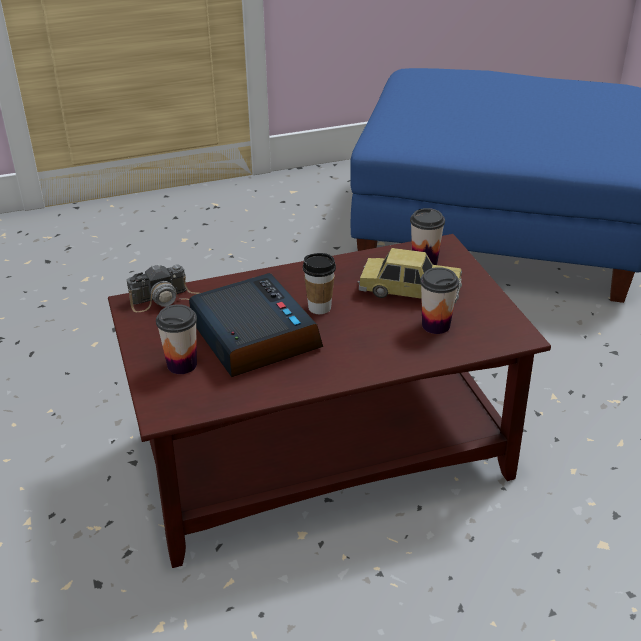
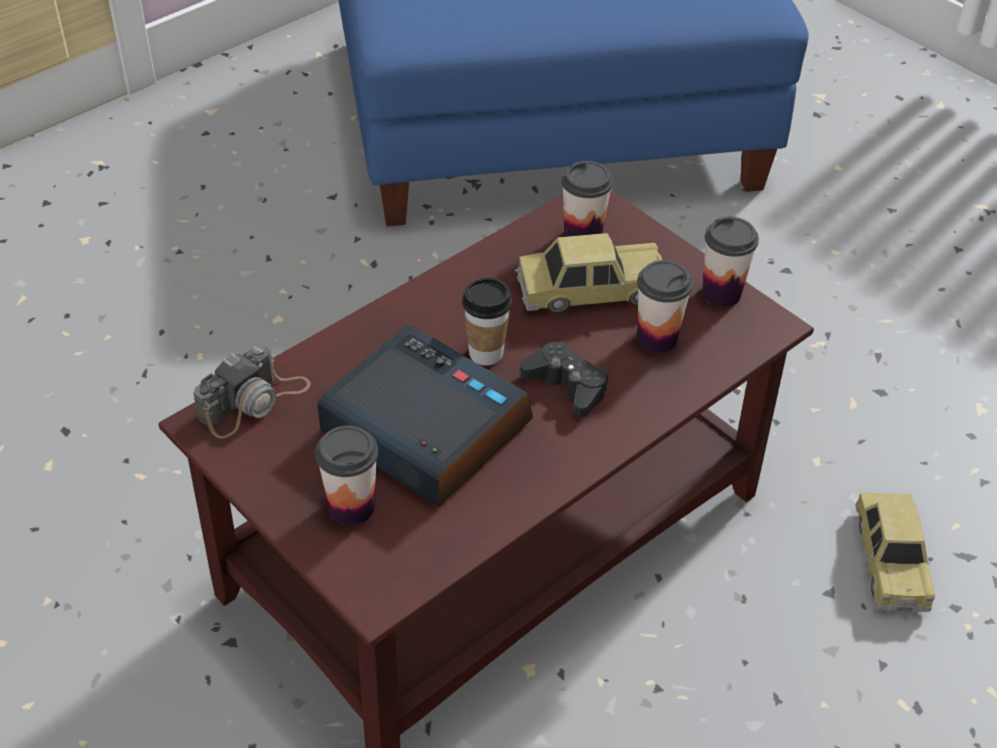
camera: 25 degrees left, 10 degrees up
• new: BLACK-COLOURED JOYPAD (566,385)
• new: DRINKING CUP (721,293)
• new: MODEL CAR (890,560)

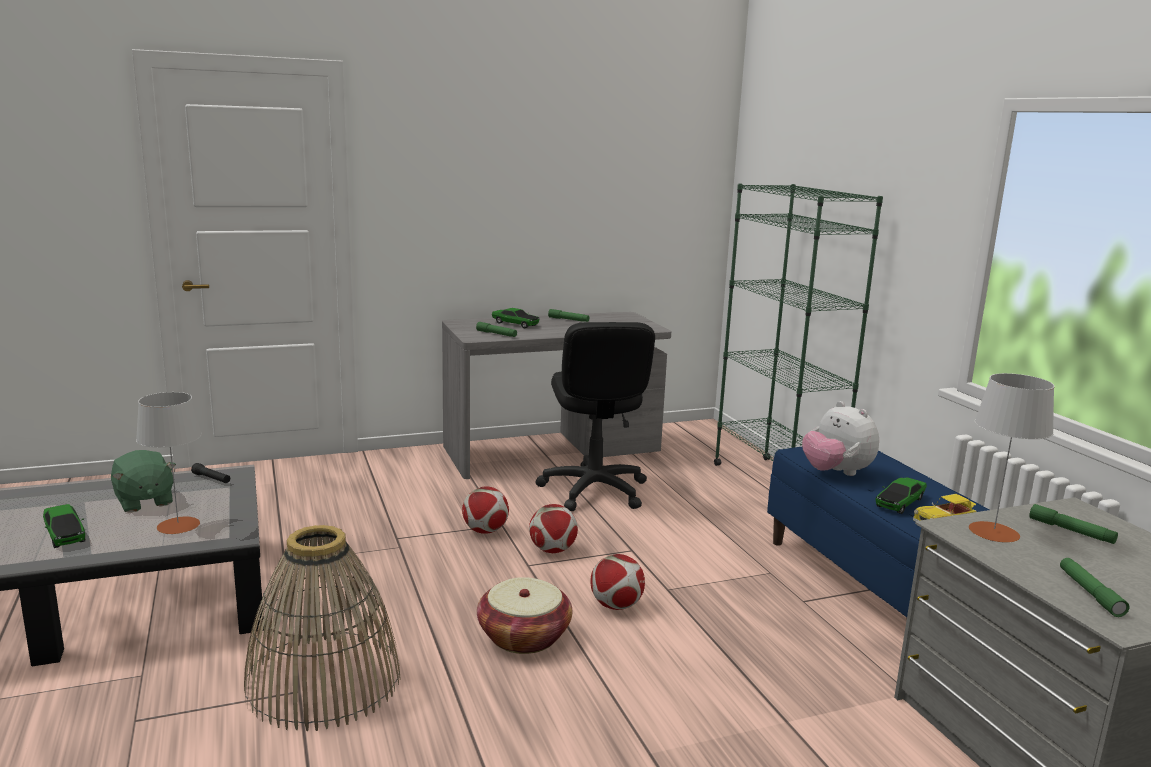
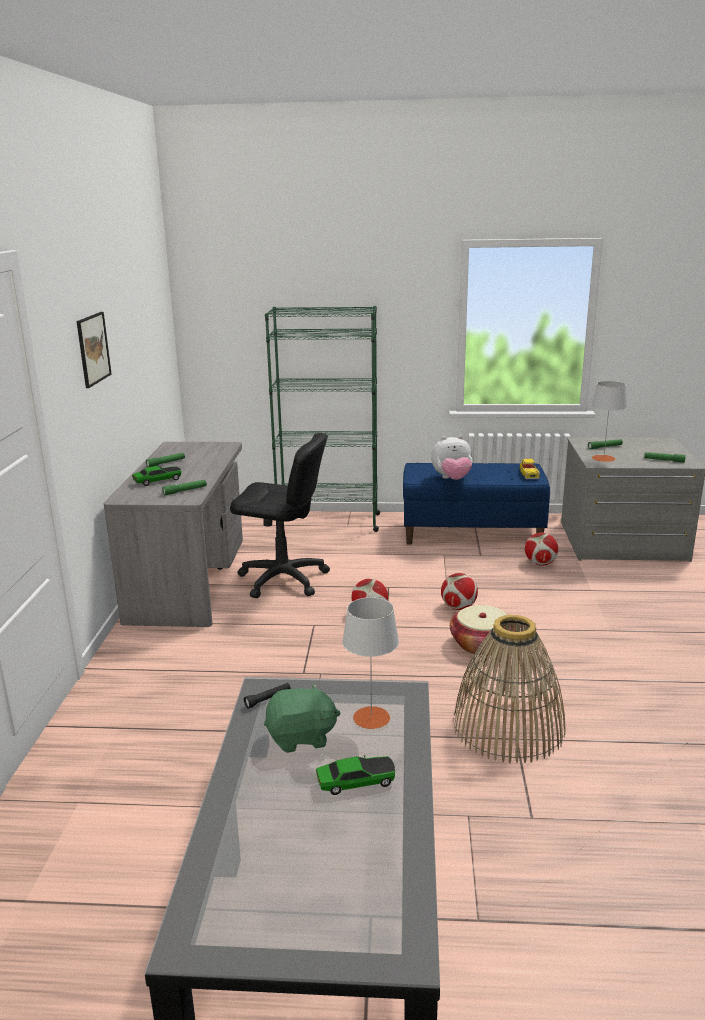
camera: 65 degrees left, 5 degrees up
• gone: MODEL CAR (900,502)
• new: WALL ART (93,349)
• shifted: FOOTBALL BALL (485,531) to (540,563)

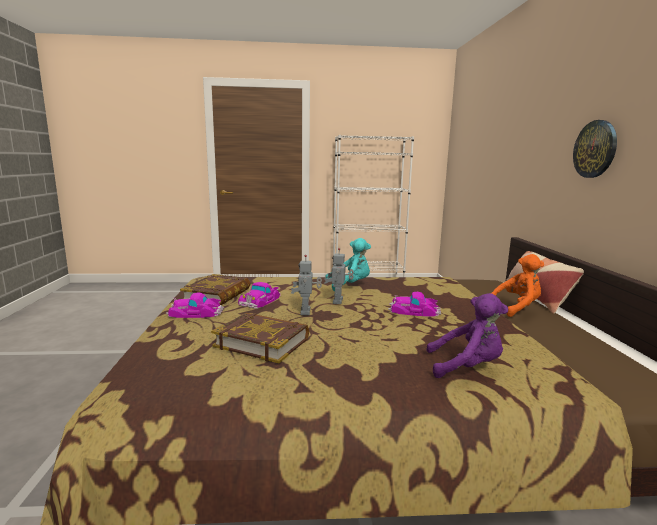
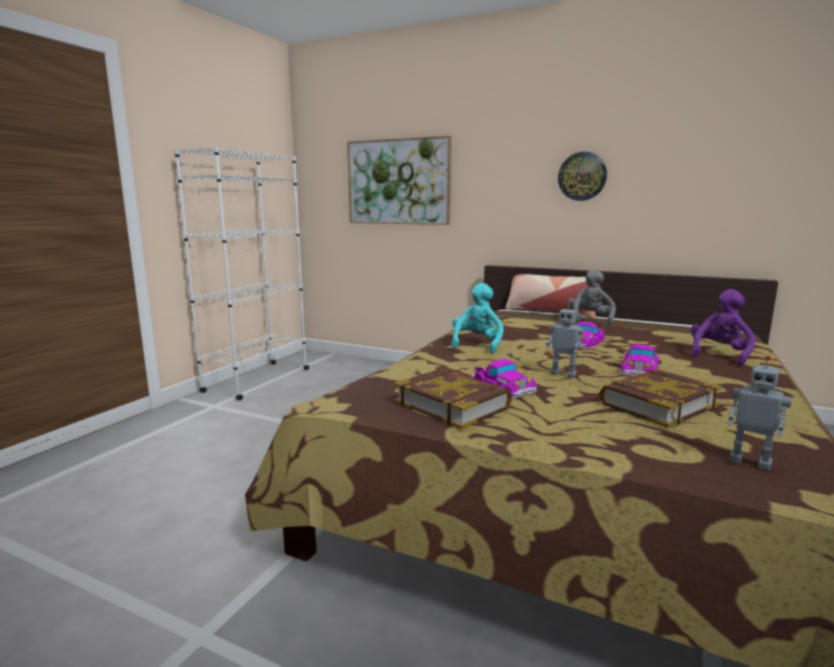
camera: 60 degrees left, 0 degrees up
• new: WALL ART (398,182)
• shifted: MODEL CAR (195,312) to (640,369)
• shifted: MODEL ROBOT (339,301) to (750,461)
• repainted: ORANGE-COLOURED CUDDLY TOY (516,308) to GREYISH CUDDLY TOY (589,320)

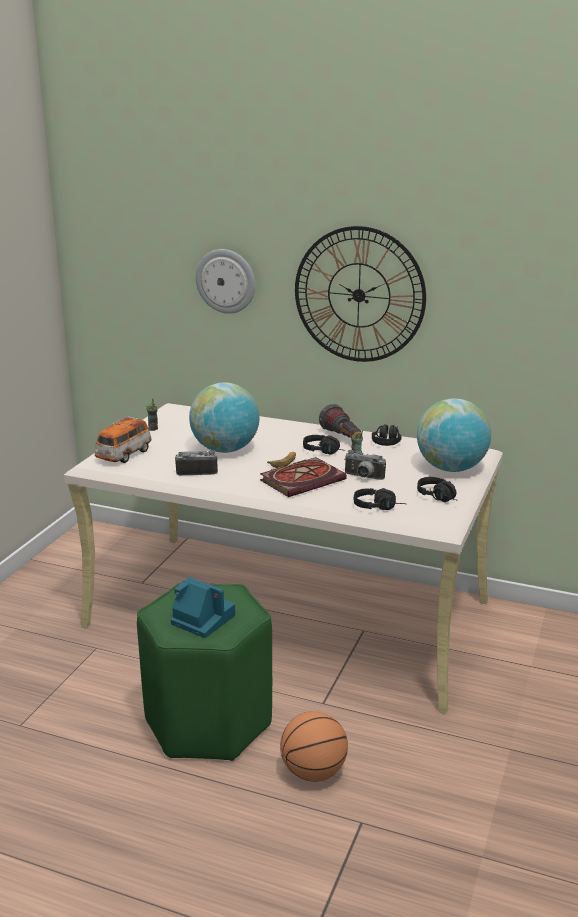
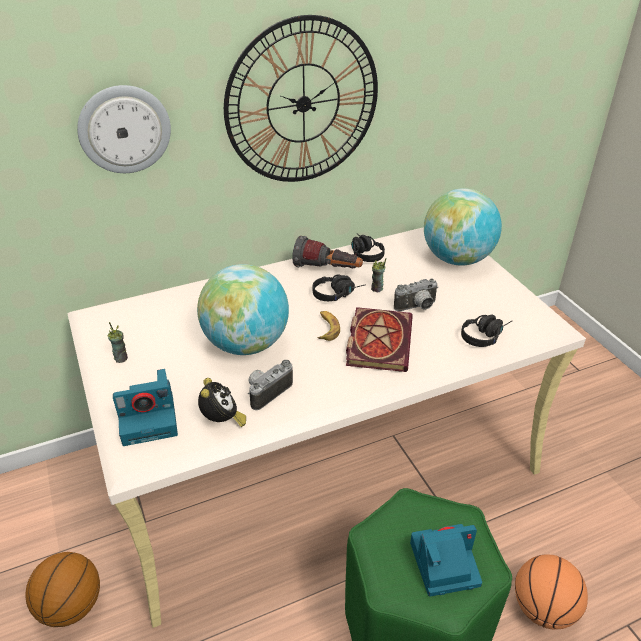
camera: 45 degrees left, 15 degrees up
• gone: BLACK-COLOURED HEADSET (440,497)
• new: BALL FOR BASKETBALL (71,606)
• new: ALARM CLOCK (222,421)
• swapped: MODEL CAR (124,455) to PHOTO CAMERA (150,418)

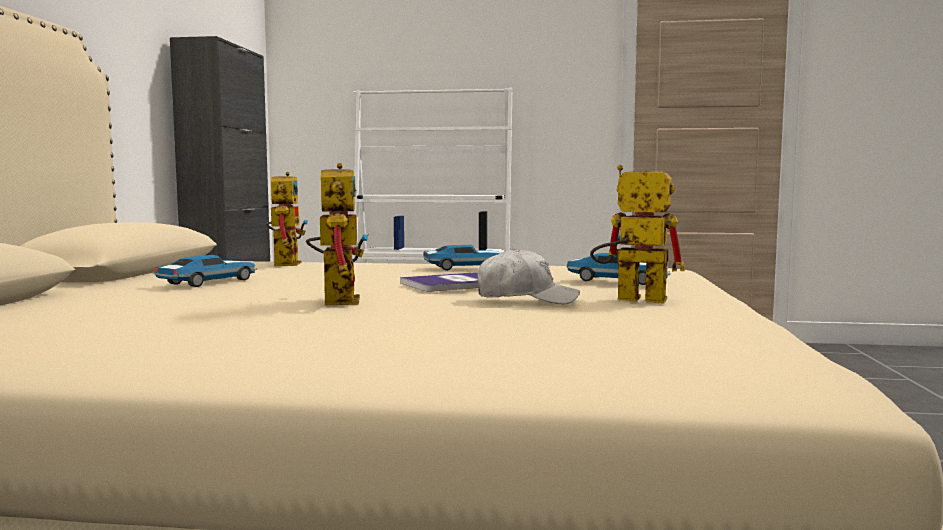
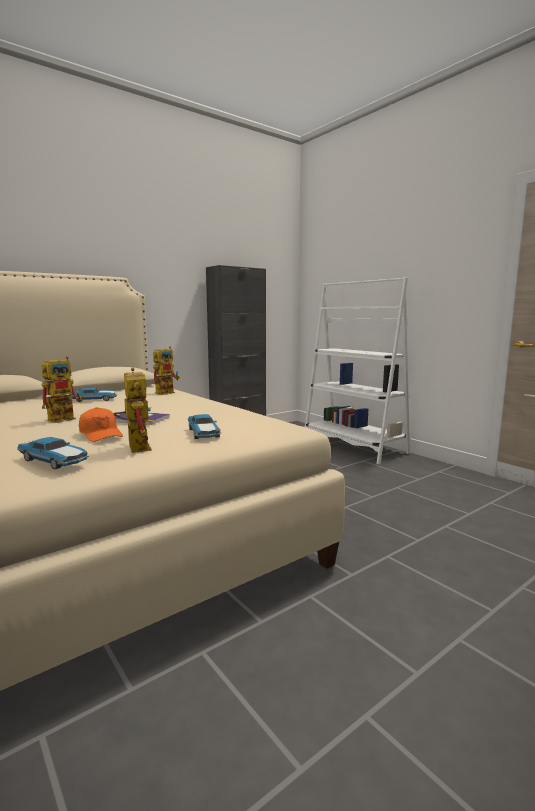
camera: 45 degrees right, 5 degrees up
• shifted: MODEL CAR (467,268) to (54,461)
• repainted: WHITE BASEBALL CAP (525,298) to ORANGE-COLOURED BASEBALL CAP (101,434)

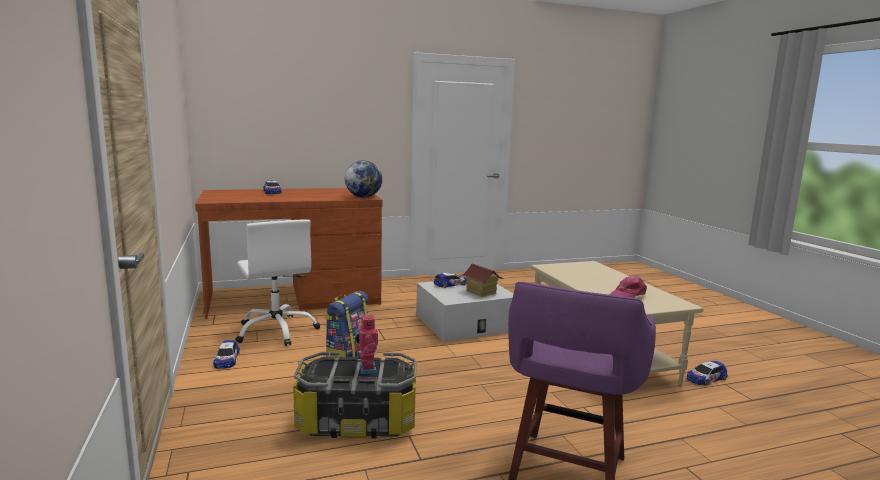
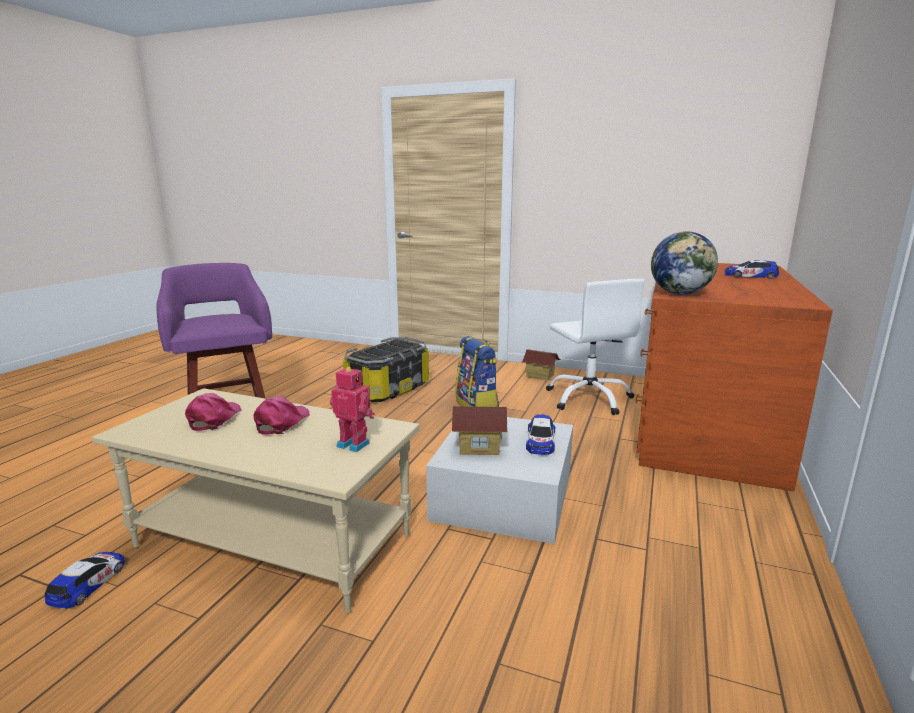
camera: 130 degrees right, 5 degrees up
• new: PINK BASEBALL CAP (282,422)
• shifted: MODEL ROBOT (366,369) to (354,444)
• swapped: MODEL CAR (227,359) to MODEL HOUSE (540,376)
• rotated: WHITE DESK CHAIR (277,330) = (589,398) 120 degrees counterclockwise

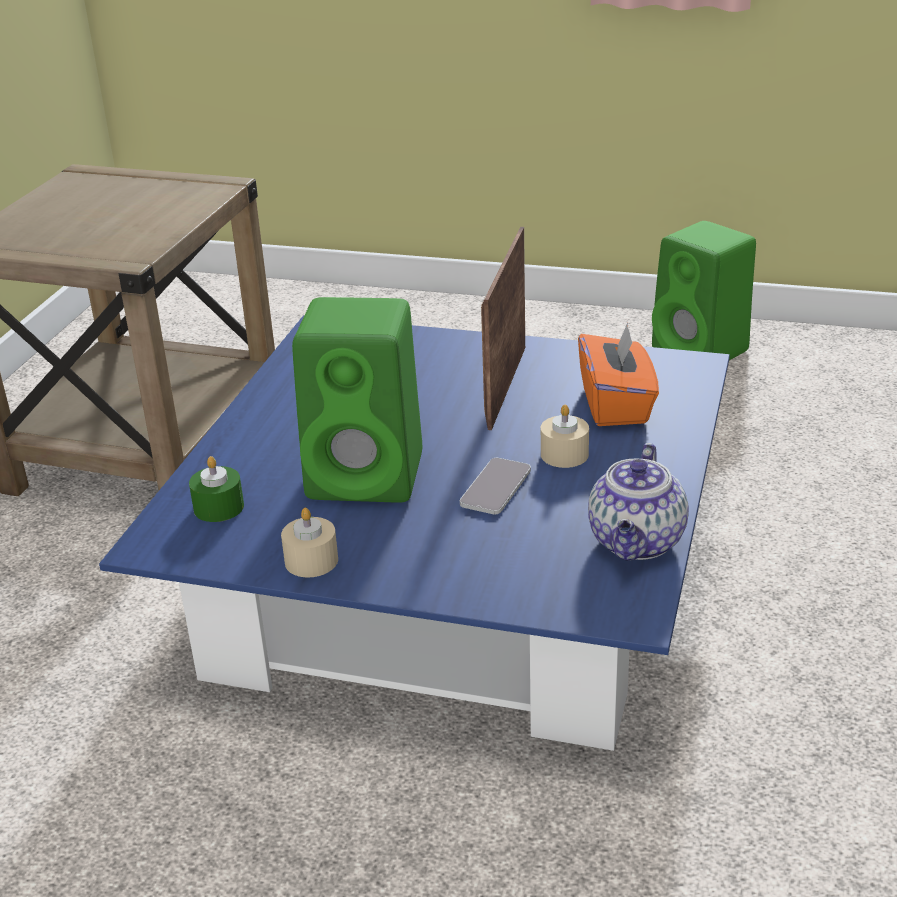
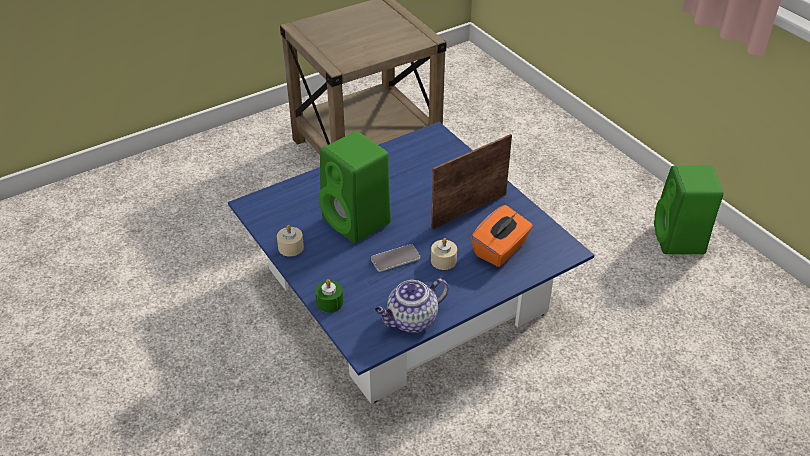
camera: 40 degrees right, 10 degrees up
• shifted: GREEN WAX CANDLE (218,507) to (329,302)

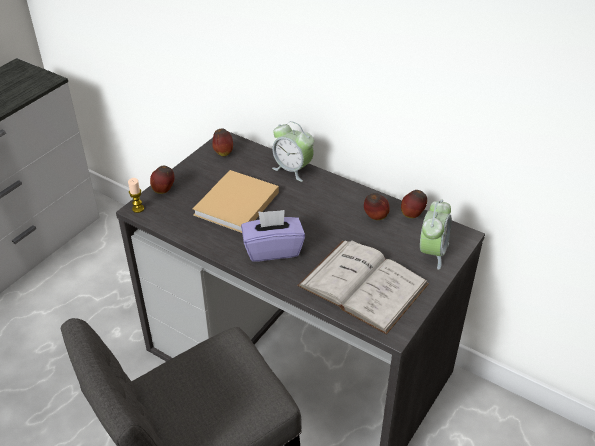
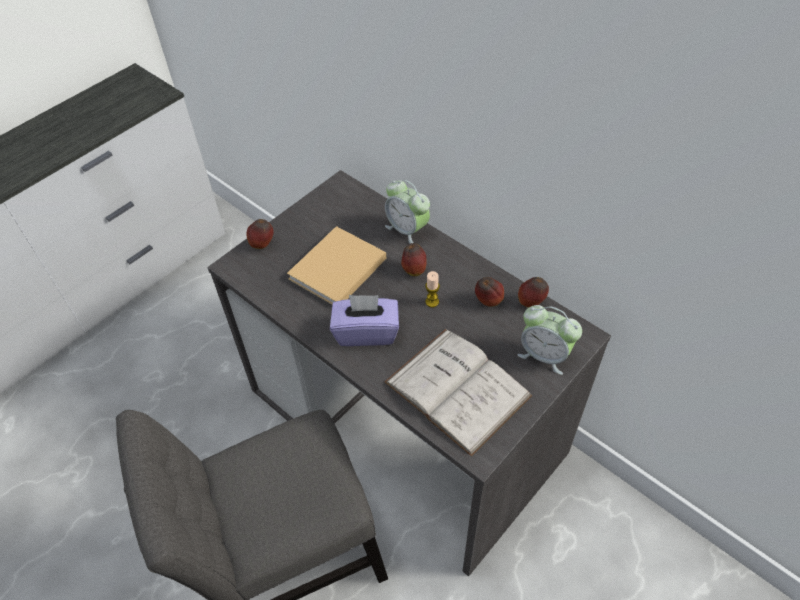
camera: 10 degrees right, 10 degrees up
• shifted: WAX CANDLE (138,208) to (432,302)
• shifted: APPLE FRUIT (223,153) to (414,270)
• rotated: ALARM CLOCK (432,252) = (544,355) 90 degrees clockwise

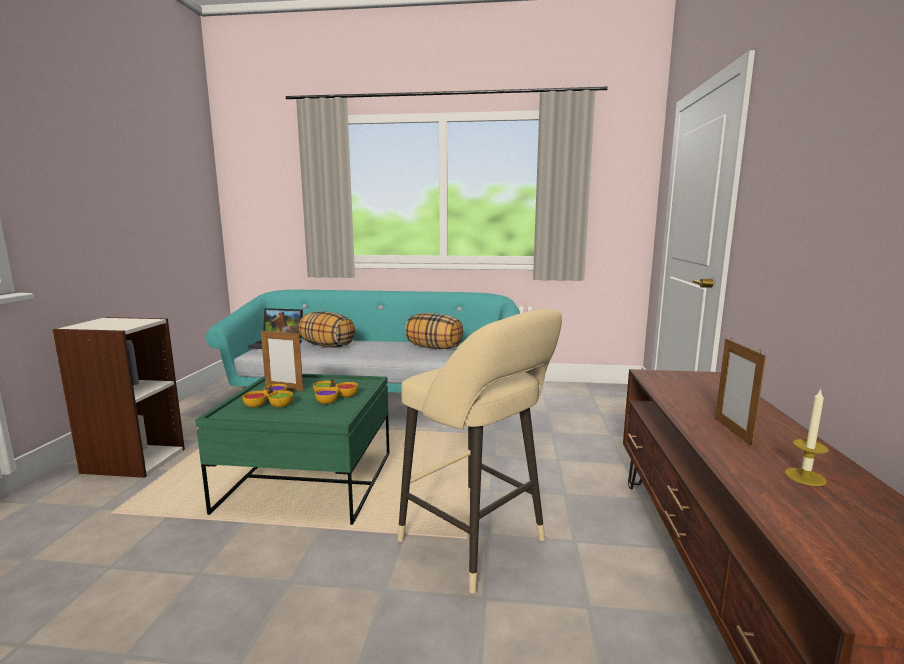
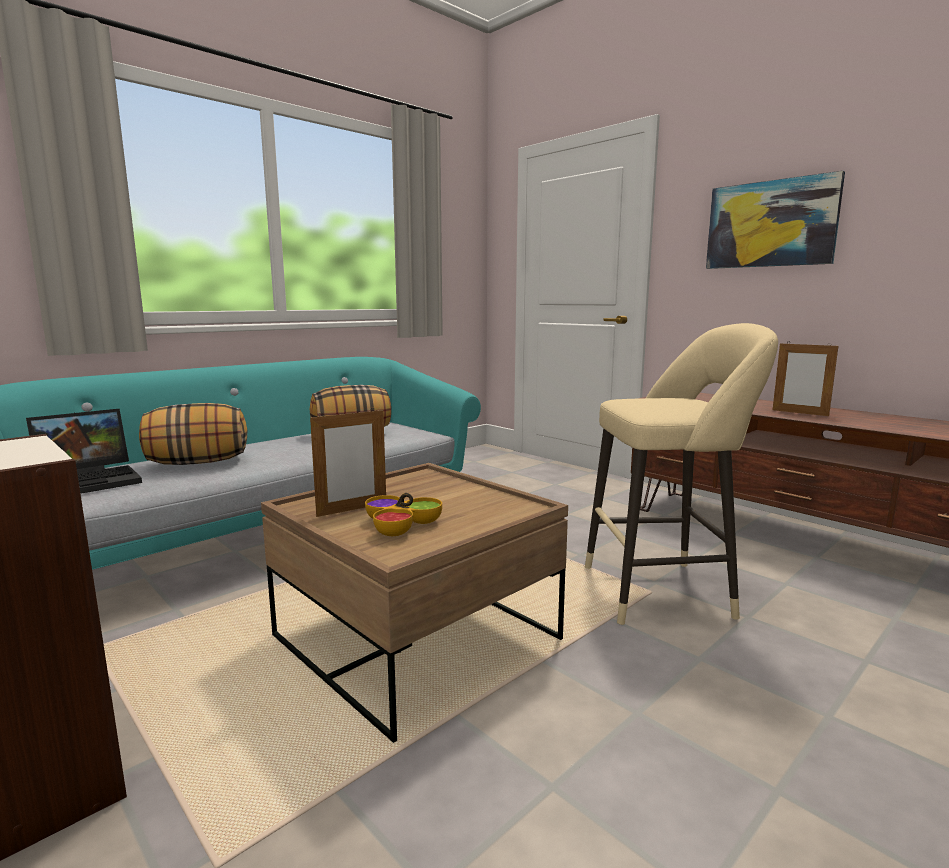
camera: 50 degrees left, 0 degrees up
• gone: DEEP DISH (333,397)
• gone: WAX CANDLE (805,477)
• new: WALL ART (770,224)
• repainted: GREEN LOUNGE TABLE (309,481) to BROWN-COLOURED LOUNGE TABLE (416,638)

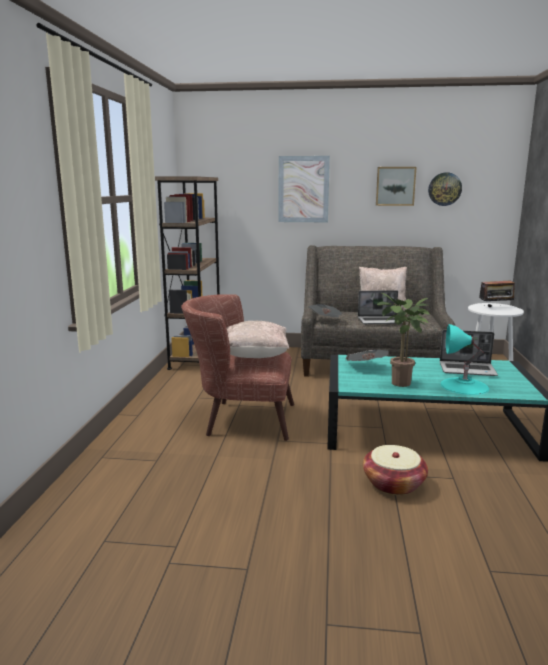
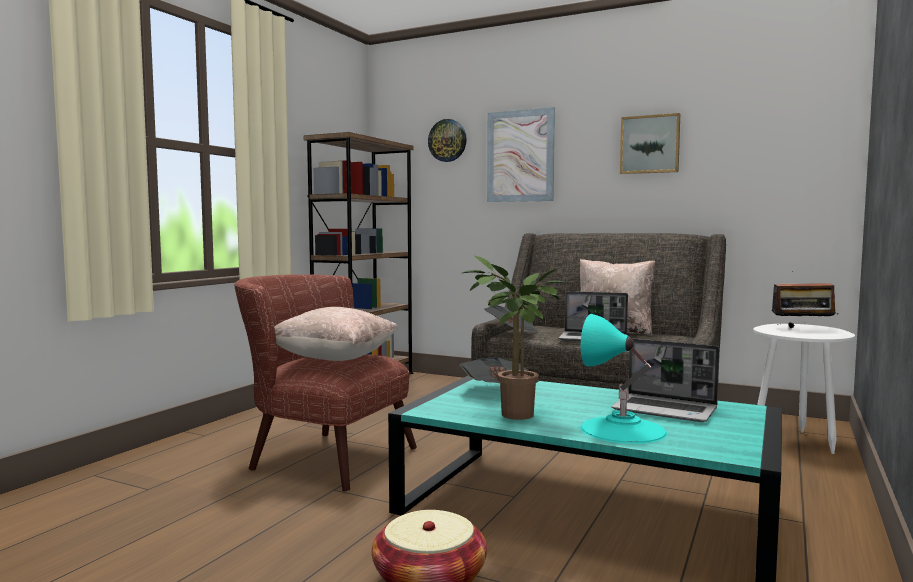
camera: 20 degrees right, 10 degrees down
• shifted: CLOCK ON THE WALL (444,189) to (447,140)

